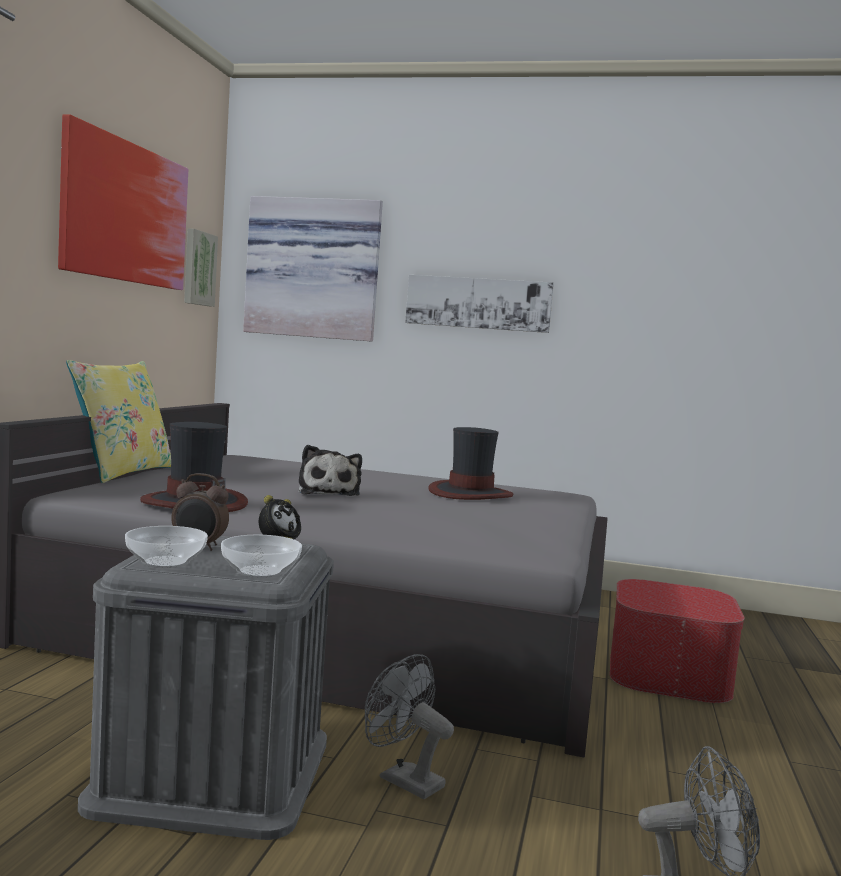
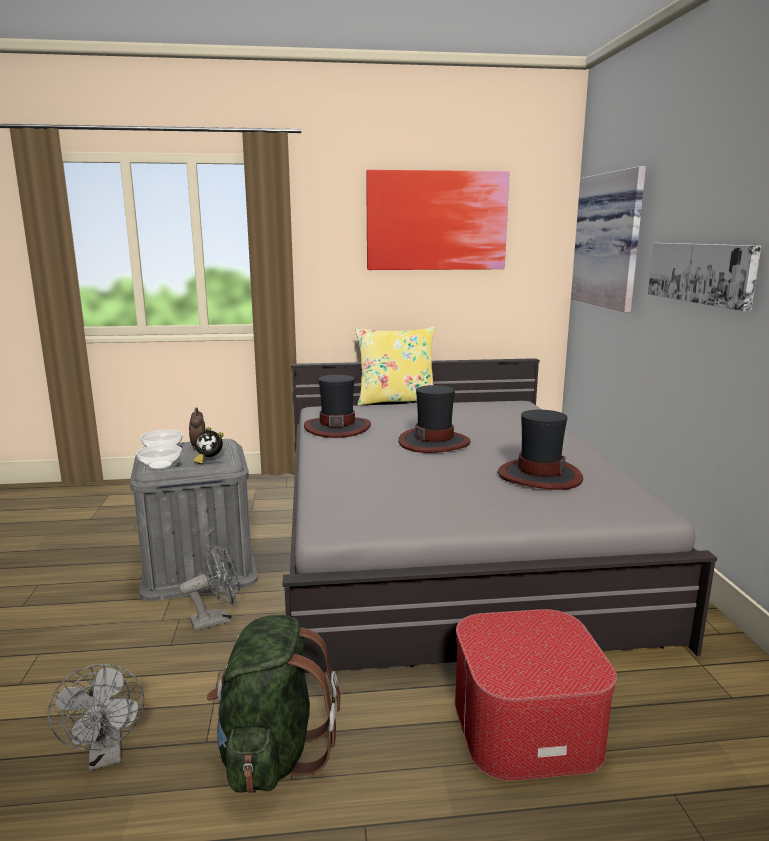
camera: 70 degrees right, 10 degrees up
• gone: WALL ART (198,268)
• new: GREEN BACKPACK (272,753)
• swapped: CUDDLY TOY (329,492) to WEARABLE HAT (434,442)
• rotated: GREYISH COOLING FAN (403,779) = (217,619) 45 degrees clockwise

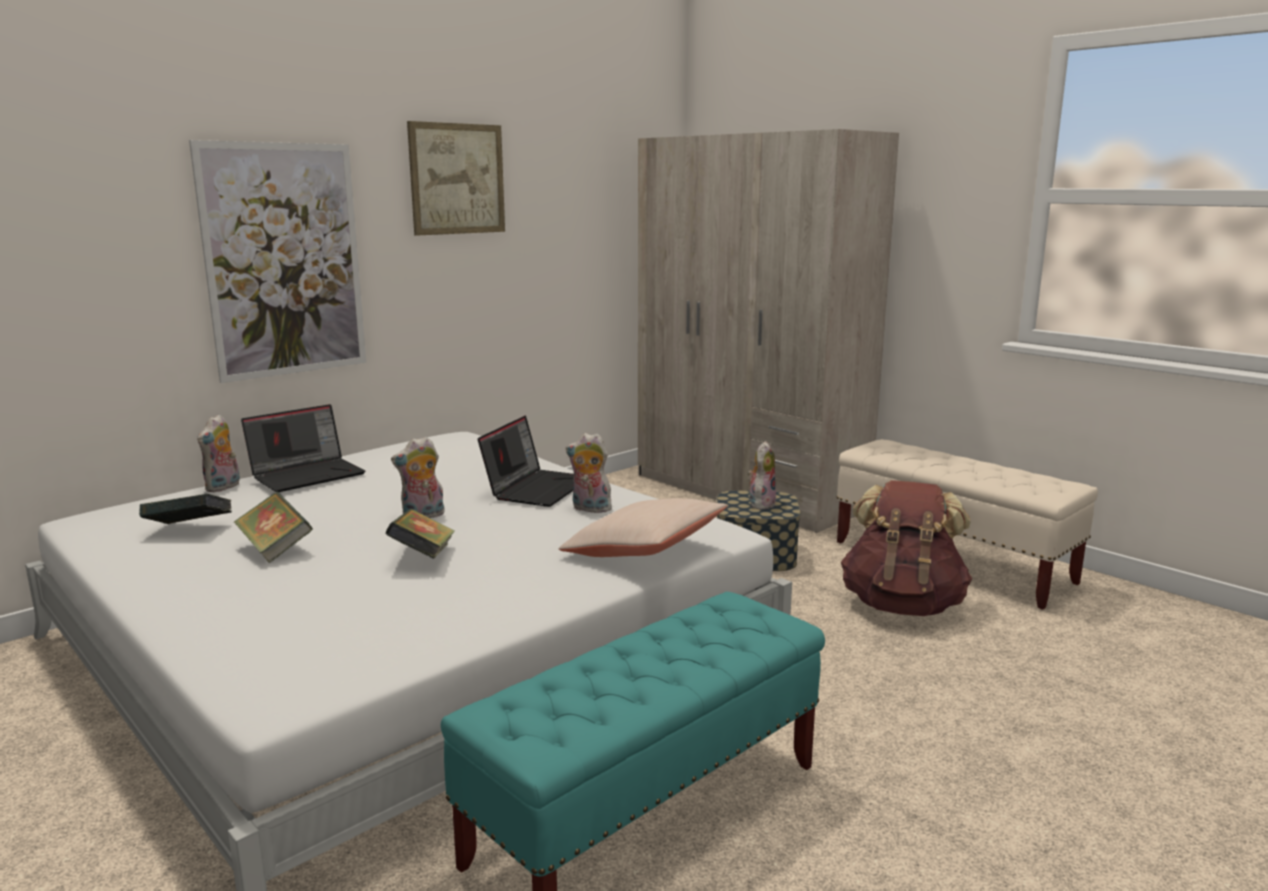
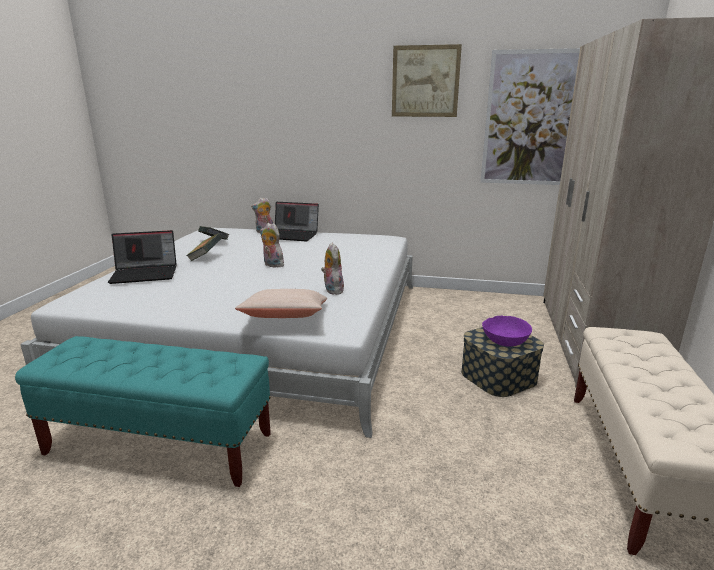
camera: 55 degrees right, 5 degrees up
• gone: BOOK (423,556)
• gone: BROWN-COLOURED BACKPACK (902,605)
• shifted: WALL ART (284,261) to (530,119)
• shifted: PORTABLE COMPUTER (537,488) to (146,274)
• swapped: CUDDLY TOY (761,503) to PURPLE DEEP DISH (505,340)

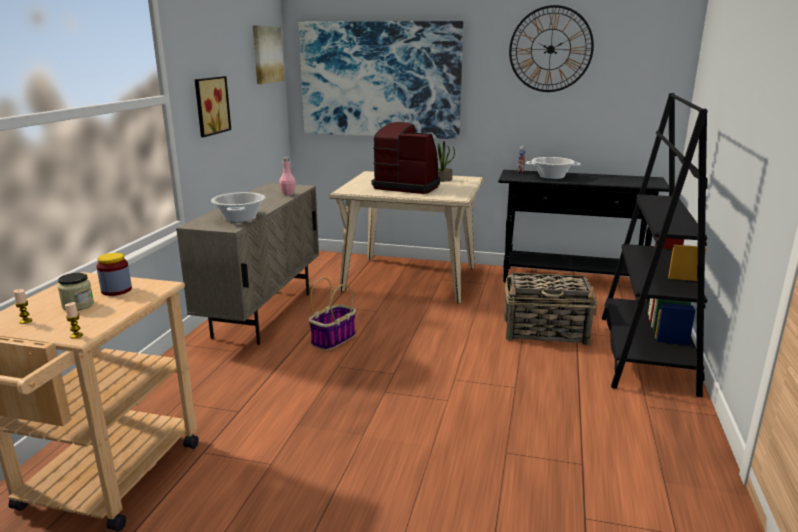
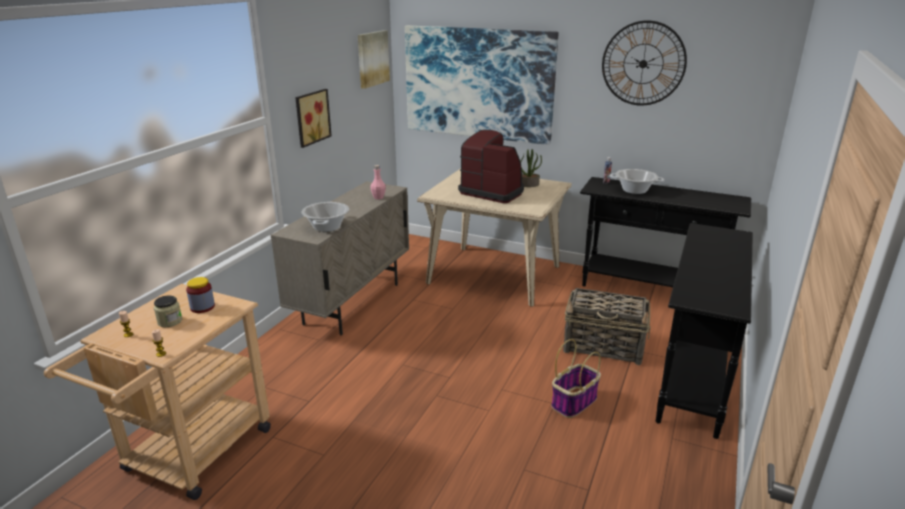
camera: 10 degrees right, 5 degrees up
• shifted: HOUSEHOLD BASKET (333,339) to (574,402)
• swapped: BLACK-COLOURED BOOKSHELF (645,353) to BLACK-COLOURED HALL TABLE (693,380)

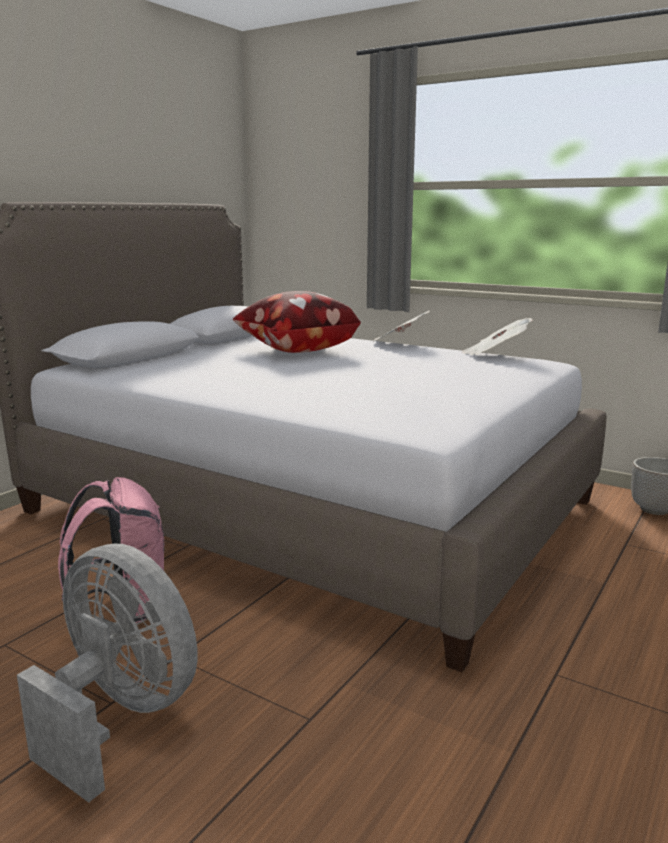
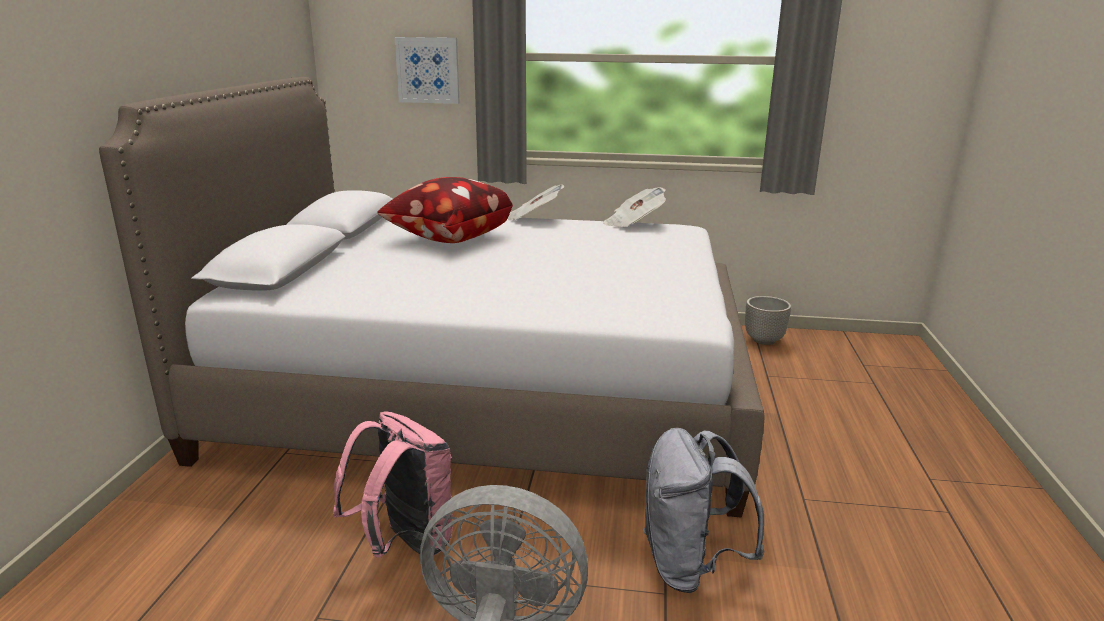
camera: 25 degrees left, 5 degrees up
• new: WALL ART (428,70)
• new: GREYISH BACKPACK (690,566)

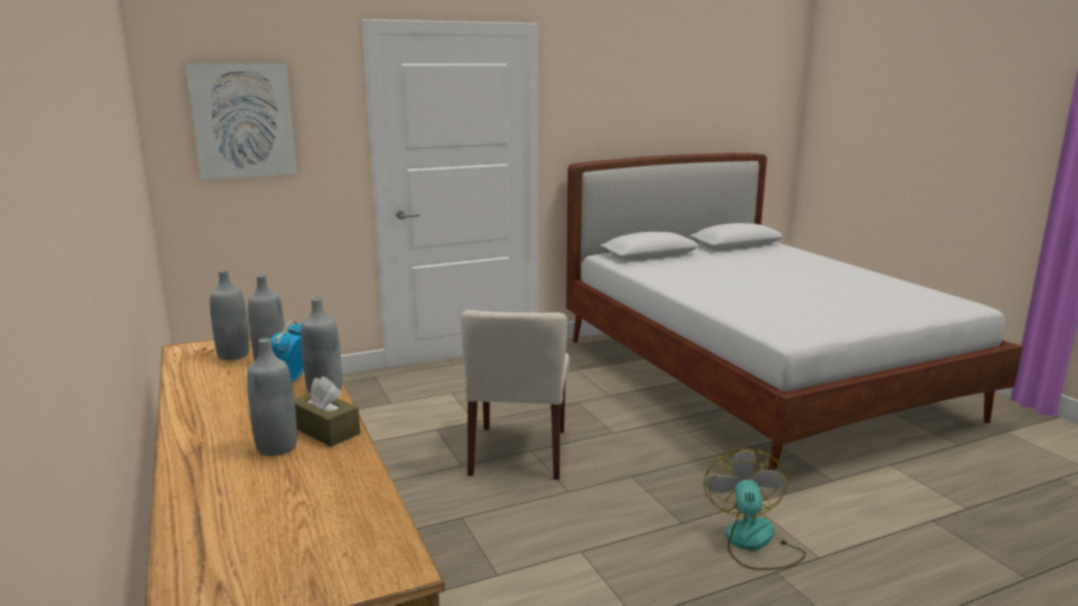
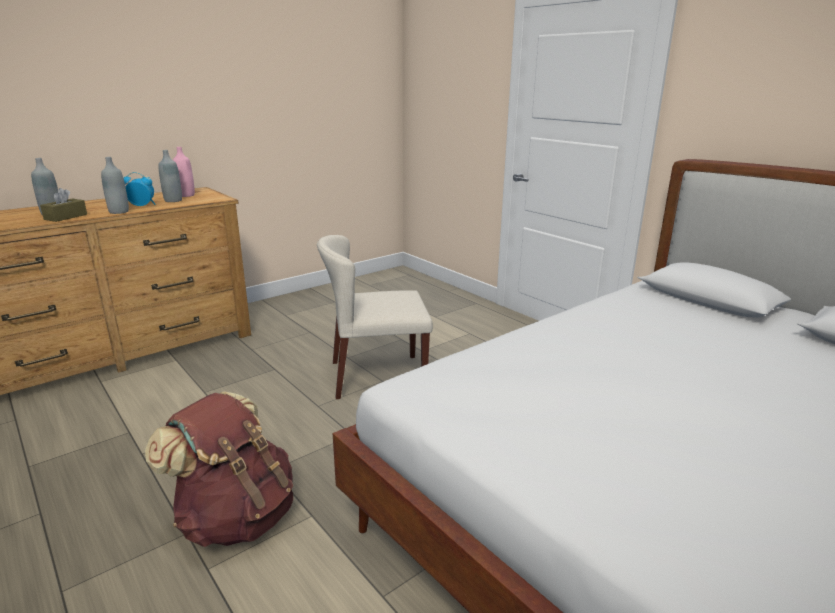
camera: 75 degrees right, 5 degrees up
• gone: WALL ART (243,120)
• swapped: COOLING FAN (753,543) to BROWN-COLOURED BACKPACK (236,517)
• repainted: GREYISH BOTTLE (233,355) to PINK BOTTLE (186,195)

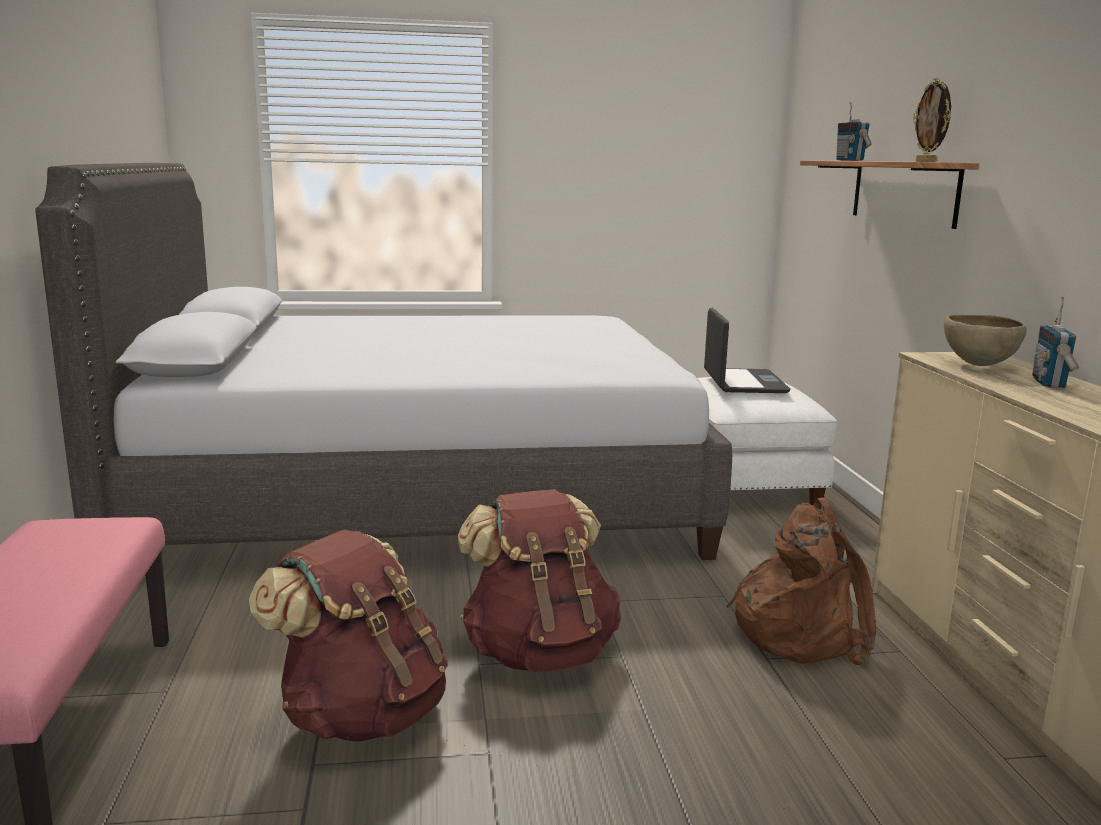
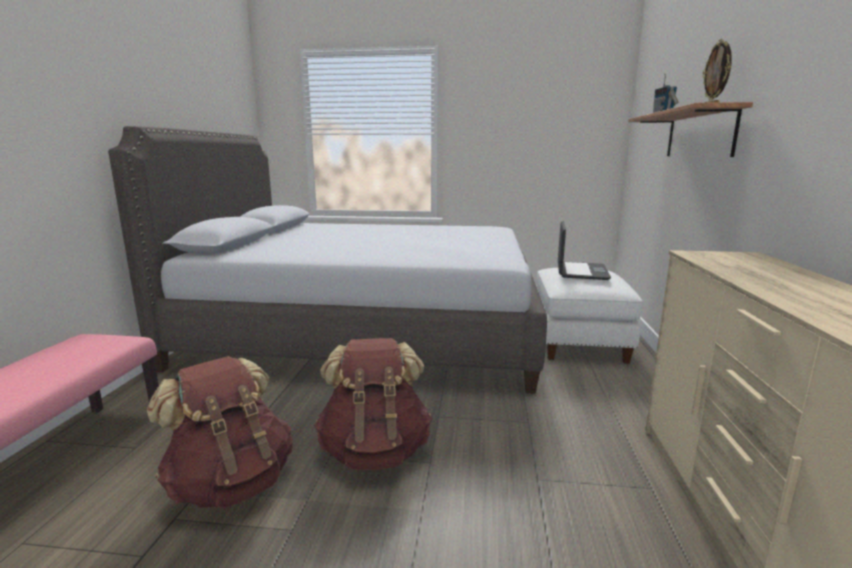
camera: 15 degrees right, 0 degrees up
• gone: BROWN-COLOURED BACKPACK (800,632)
• gone: BROWN-COLOURED DEEP DISH (978,365)
• gone: RADIO (1050,383)

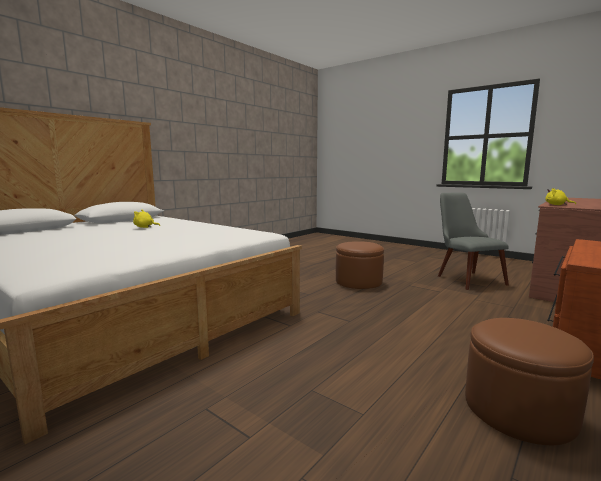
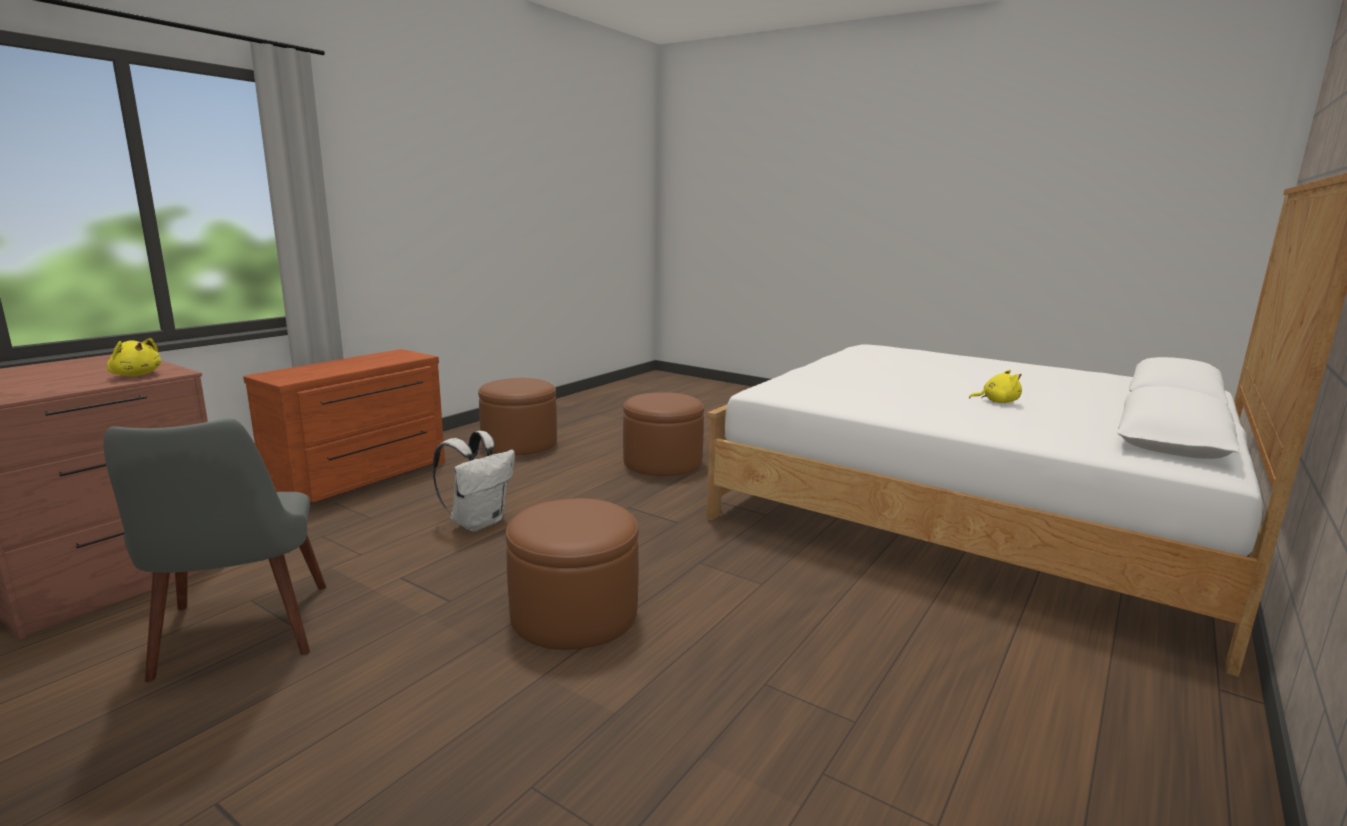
camera: 175 degrees right, 5 degrees up
• new: WHITE BACKPACK (478,522)
• new: BROWN-COLOURED FOOTREST (662,462)

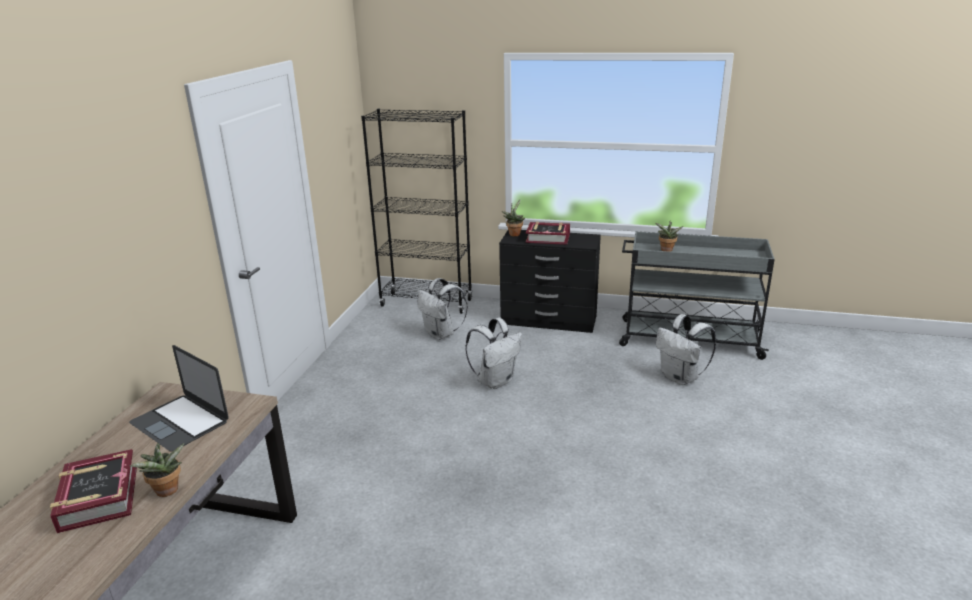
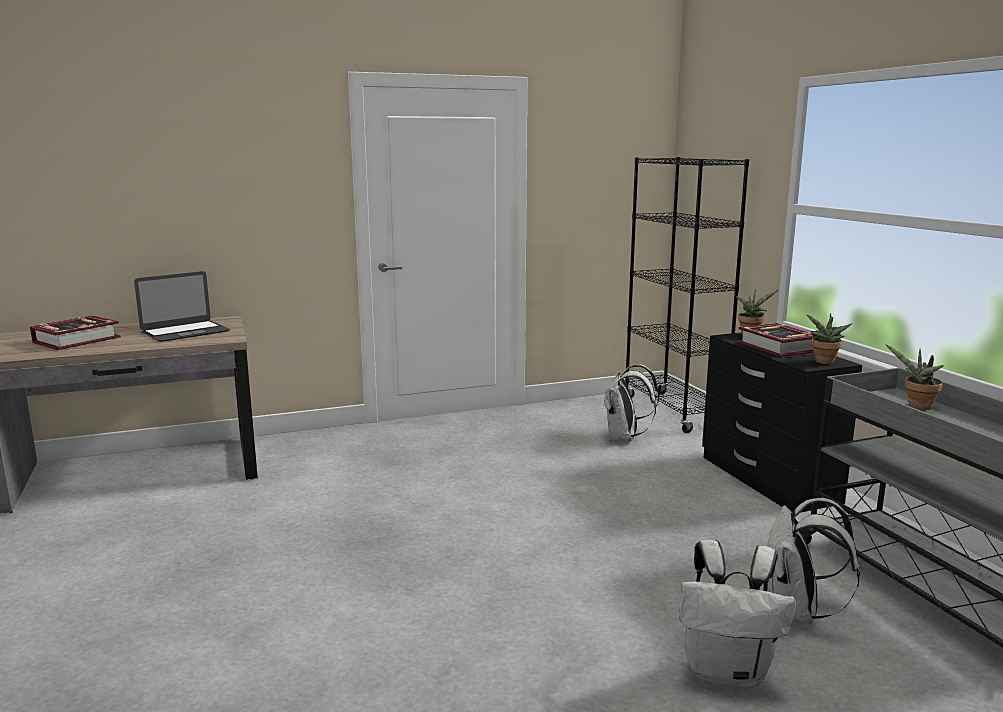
camera: 55 degrees right, 10 degrees down
• shifted: POTTED PLANT (167,492) to (823,362)
• shifted: WHITE BACKPACK (495,381) to (727,671)
• rotated: PORTABLE COMPUTER (180,422) = (185,332) 135 degrees counterclockwise

